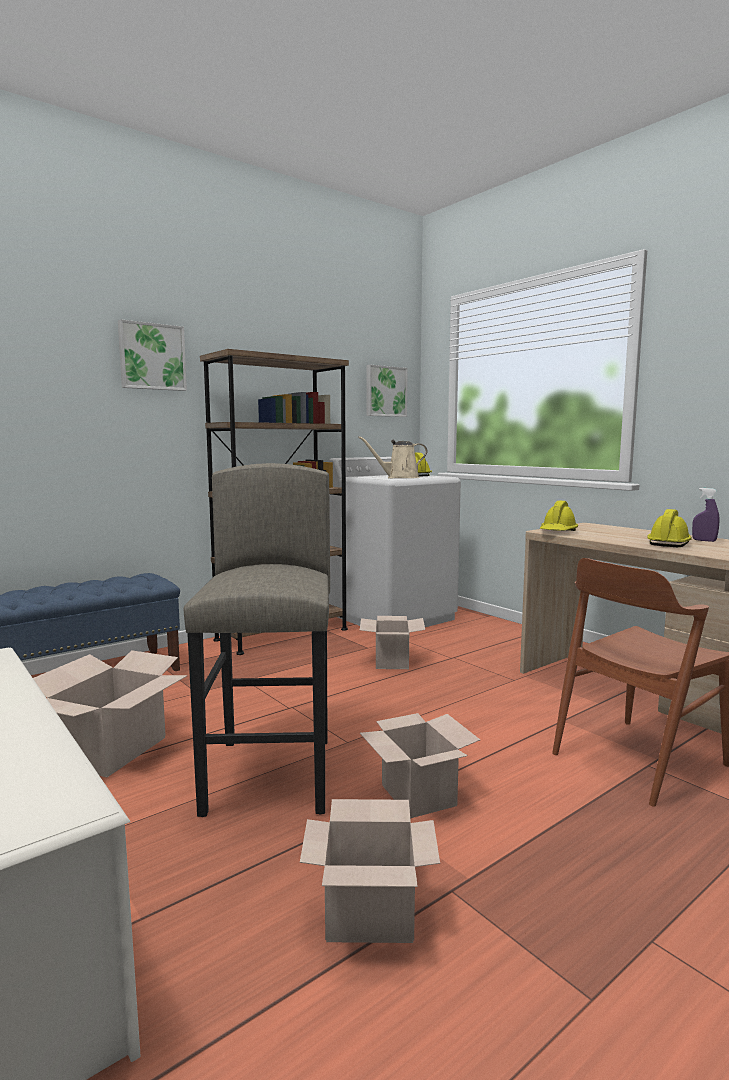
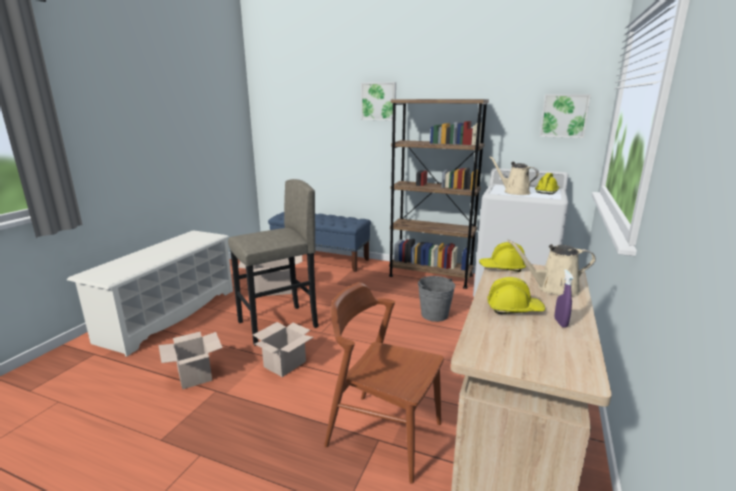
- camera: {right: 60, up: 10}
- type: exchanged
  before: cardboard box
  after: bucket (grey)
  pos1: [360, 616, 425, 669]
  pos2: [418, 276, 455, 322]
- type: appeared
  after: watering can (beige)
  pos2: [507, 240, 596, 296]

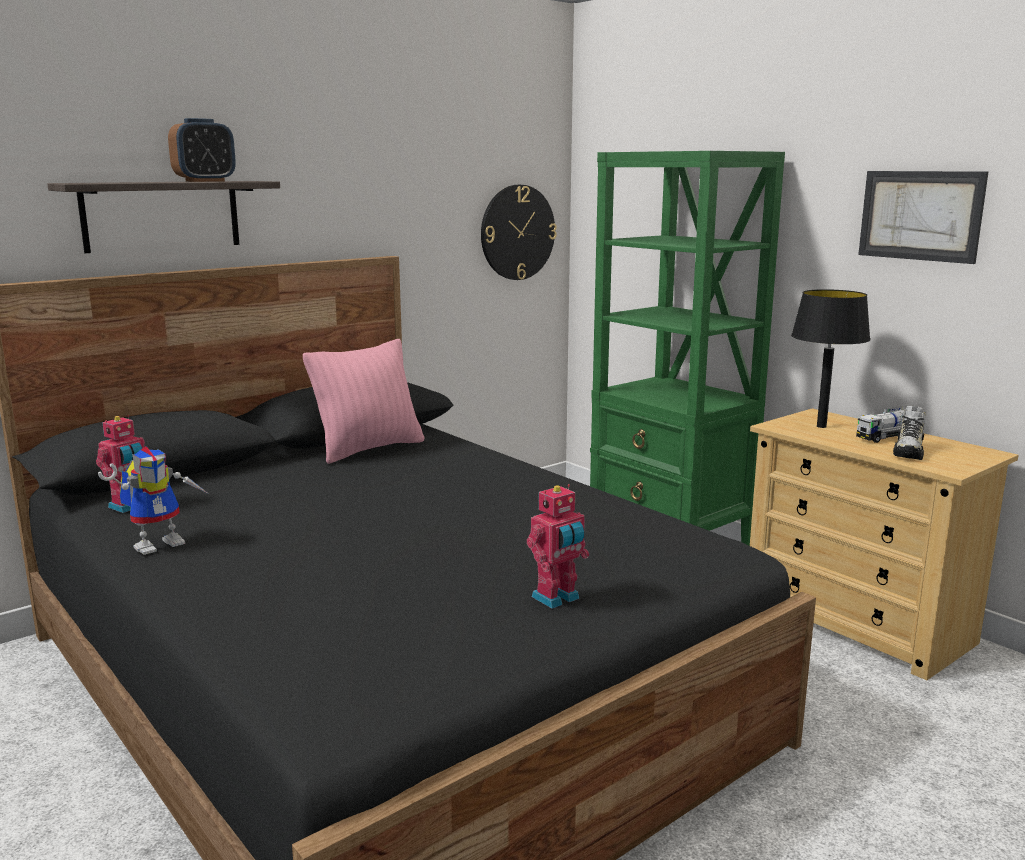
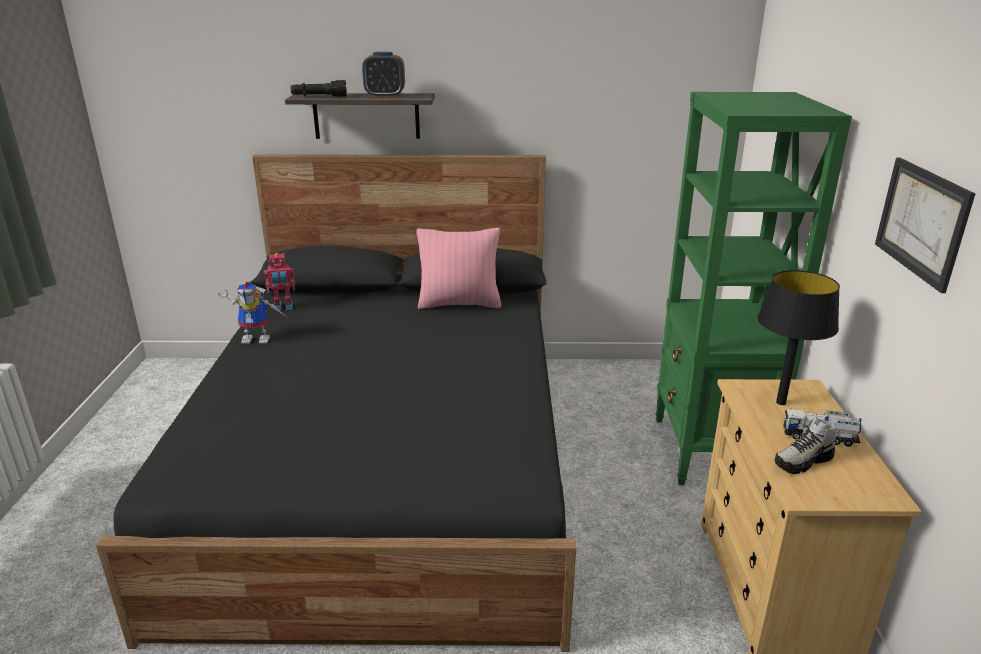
- camera: {right: 40, up: 10}
- type: appeared
  after: flashlight (black)
  pos2: [290, 80, 347, 97]
- type: missing
  before: wall clock
  pos1: [481, 185, 557, 280]
- type: missing
  before: toy robot
  pos1: [527, 484, 589, 609]

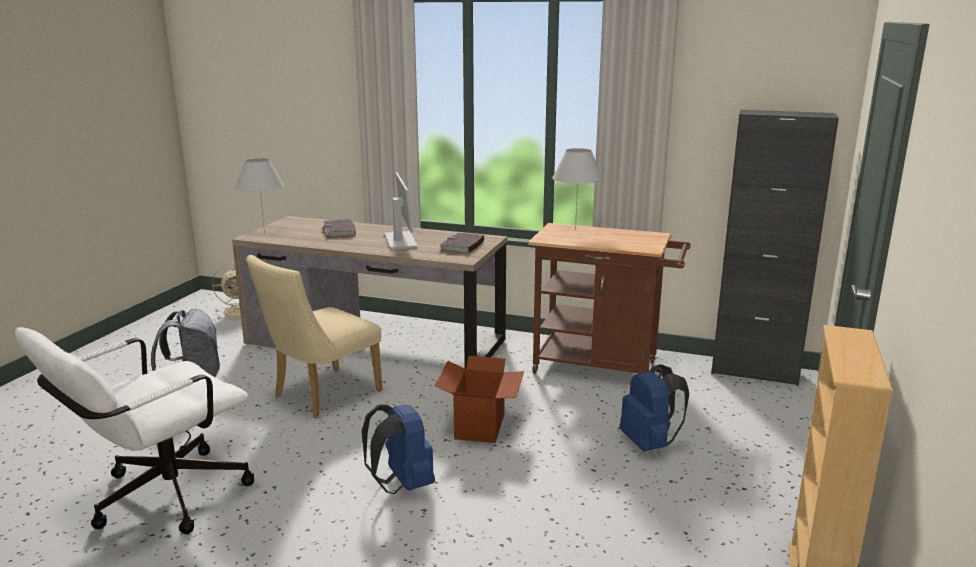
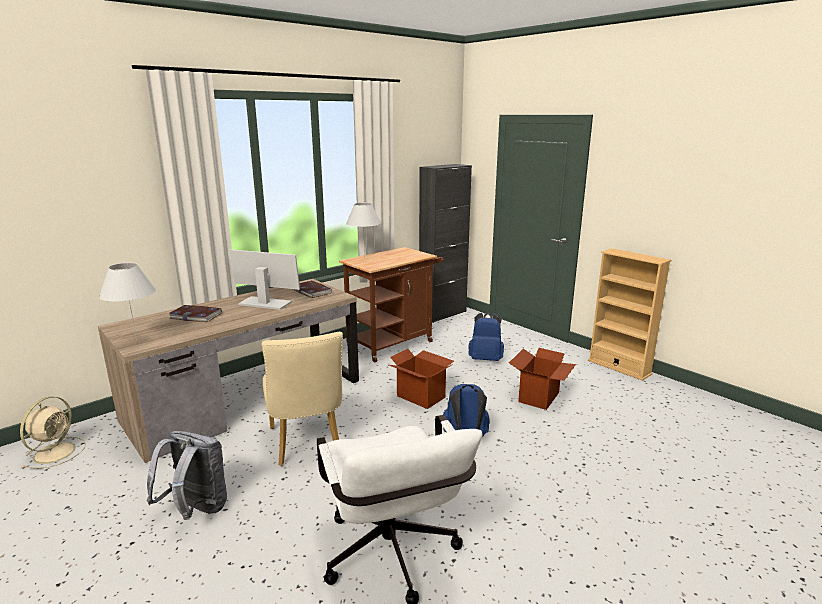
- camera: {right: -60, up: 0}
- type: appeared
  after: cardboard box
  pos2: [509, 348, 576, 410]

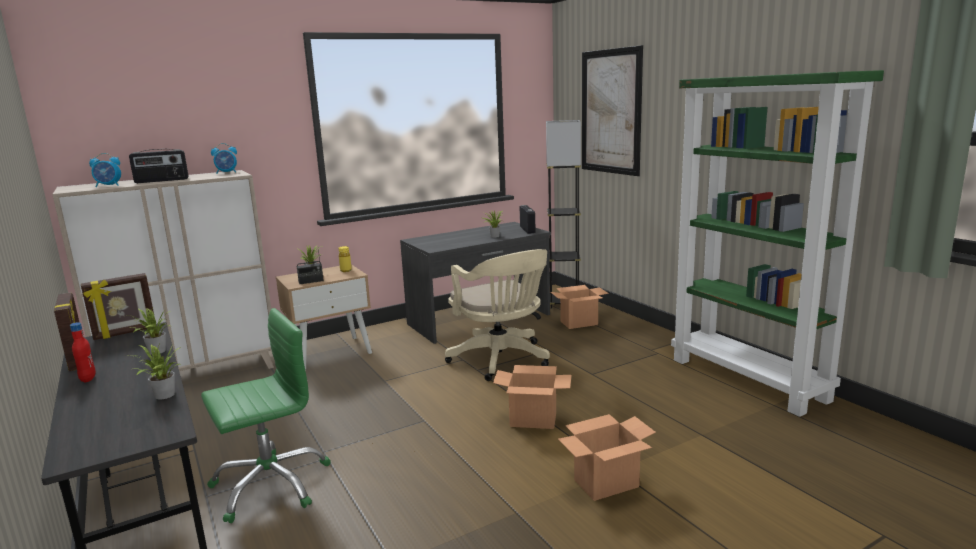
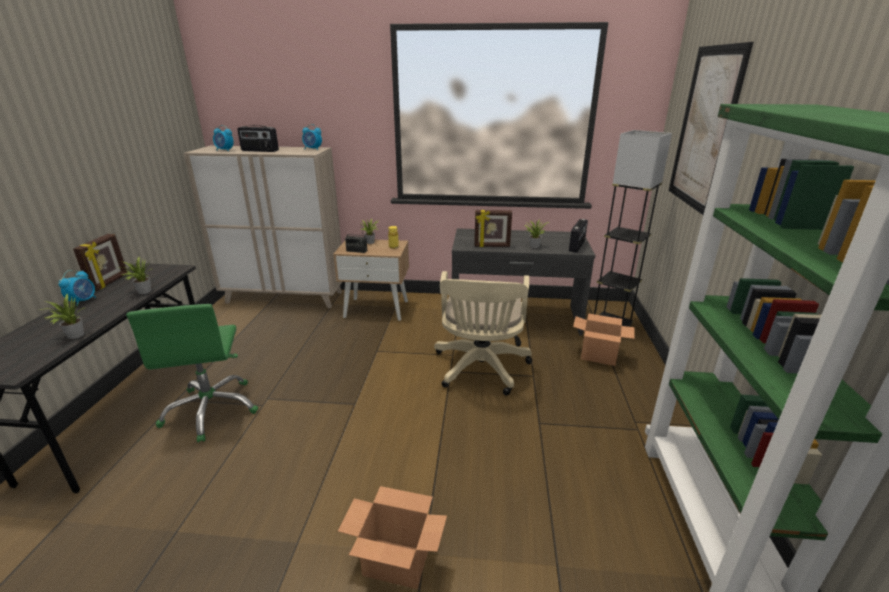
- camera: {right: 35, up: 10}
- type: exchanged
  before: bottle (red)
  after: alarm clock
  pos1: [70, 322, 96, 382]
  pos2: [58, 270, 96, 307]
- type: spun
  before: office chair (green)
  pos1: [201, 308, 331, 523]
  pos2: [126, 304, 258, 442]
  turn: 75
- type: relocated
  before: picture frame
  pos1: [81, 273, 154, 340]
  pos2: [474, 210, 512, 247]
- type: missing
  before: cardboard box
  pos1: [493, 365, 571, 429]

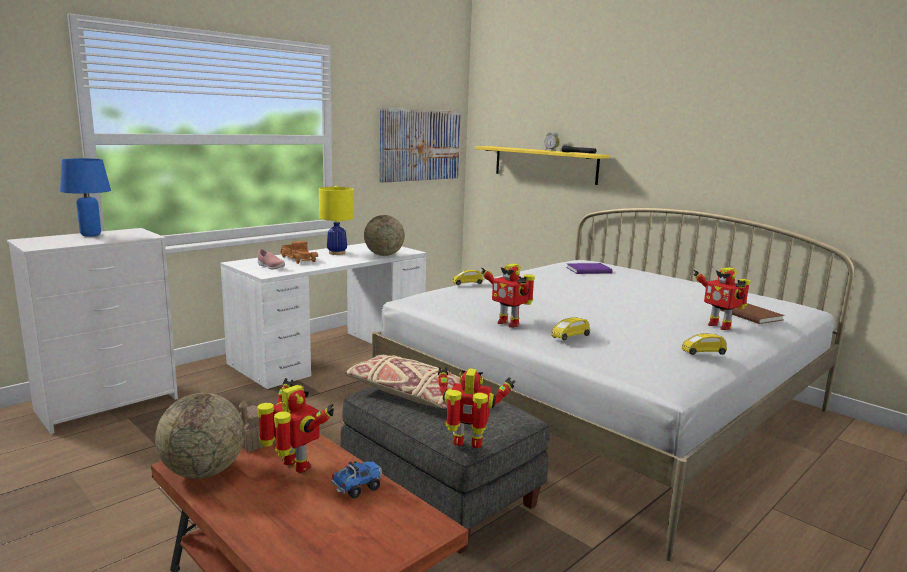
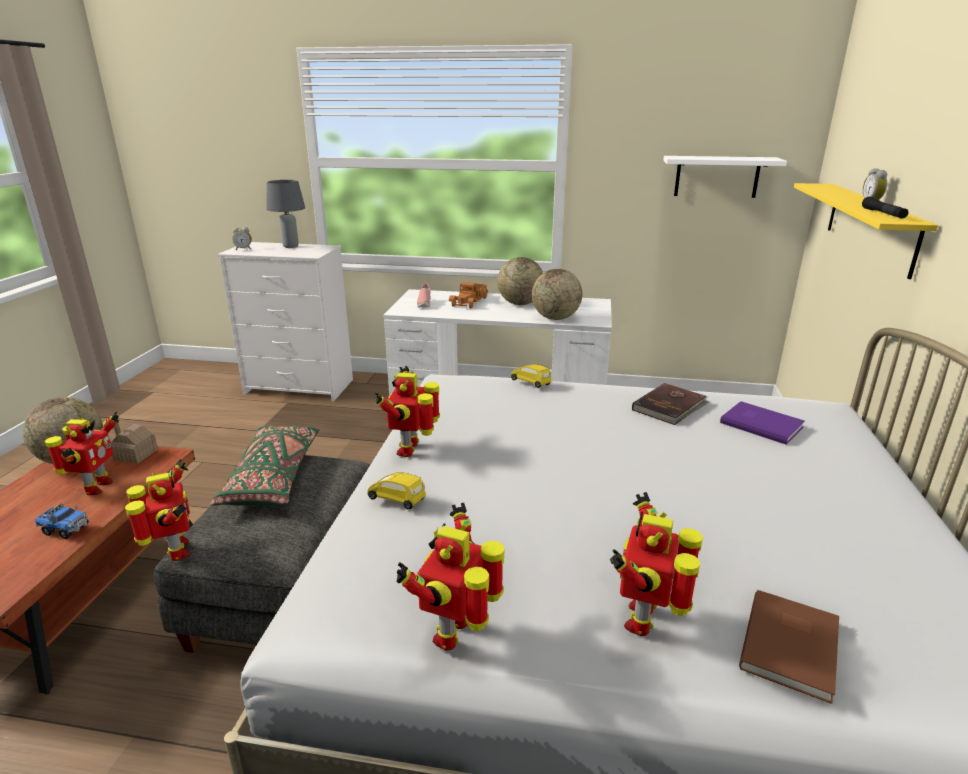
- camera: {right: 55, up: 10}
- type: colour
  before: pillow (beige)
  after: pillow (green)
  pos1: [344, 355, 461, 409]
  pos2: [210, 426, 320, 506]
- type: appeared
  after: alarm clock
  pos2: [232, 227, 252, 250]
- type: colour
  before: table lamp (blue)
  after: table lamp (grey)
  pos1: [60, 158, 111, 237]
  pos2: [266, 180, 305, 248]
- type: exchanged
  before: toy car (yellow)
  after: toy robot
  pos1: [682, 334, 727, 355]
  pos2: [396, 503, 505, 650]
- type: exchanged
  before: table lamp (yellow)
  after: globe
  pos1: [319, 186, 354, 255]
  pos2: [497, 257, 543, 305]
- type: appeared
  after: book (brown)
  pos2: [632, 383, 710, 425]
- type: exchanged
  before: picture
  after: shelf (white)
  pos1: [379, 108, 460, 183]
  pos2: [663, 156, 787, 198]

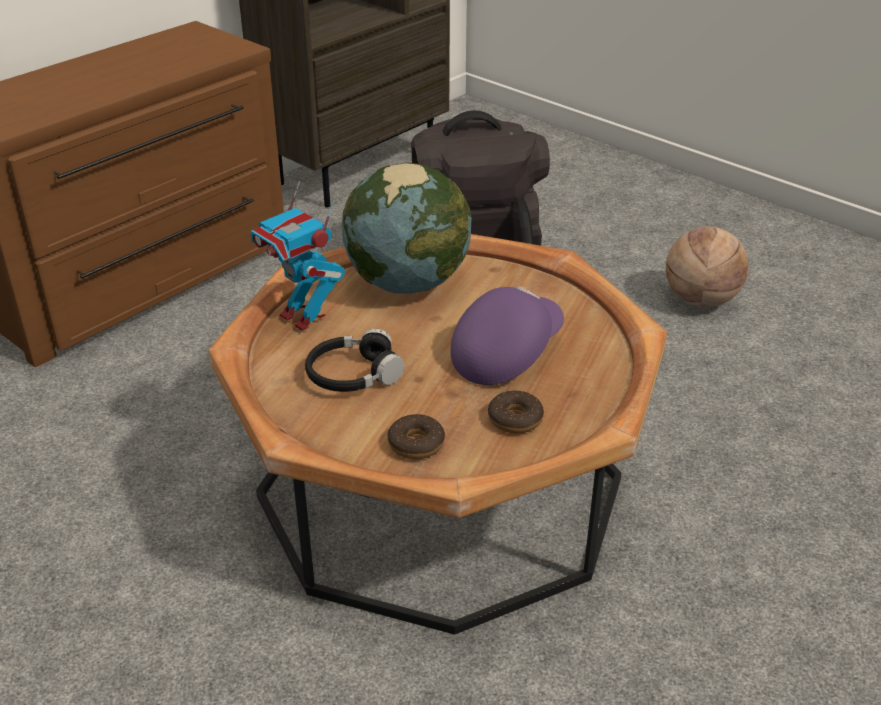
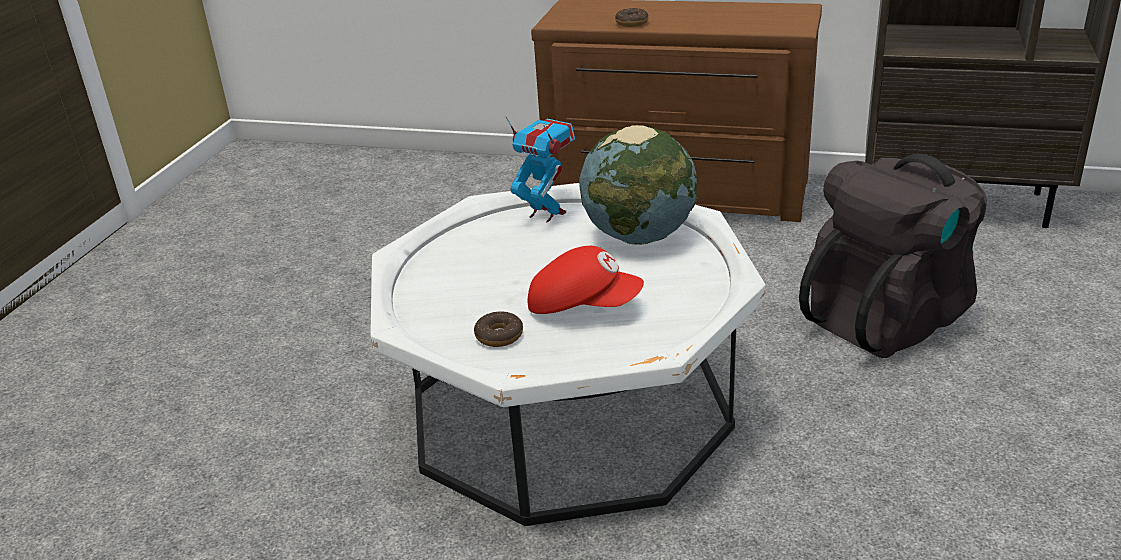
- camera: {right: 65, up: -5}
- type: colour
  before: coffee table (brown)
  after: coffee table (white)
  pos1: [209, 234, 667, 635]
  pos2: [371, 183, 766, 526]
- type: spun
  before: toy robot
  pos1: [251, 181, 345, 331]
  pos2: [506, 117, 575, 222]
  turn: 105
- type: colour
  before: cap (purple)
  after: cap (red)
  pos1: [451, 286, 564, 385]
  pos2: [528, 246, 644, 314]
- type: relocated
  before: donut
  pos1: [387, 414, 445, 459]
  pos2: [615, 8, 649, 27]
- type: missing
  before: headphones (black)
  pos1: [305, 329, 404, 392]
- type: missing
  before: basketball
  pos1: [666, 227, 749, 307]

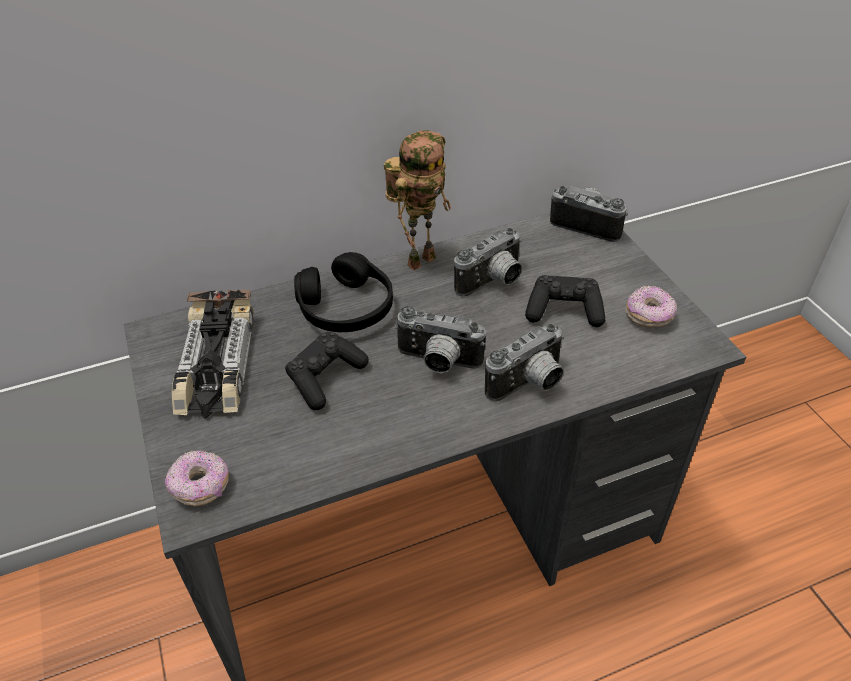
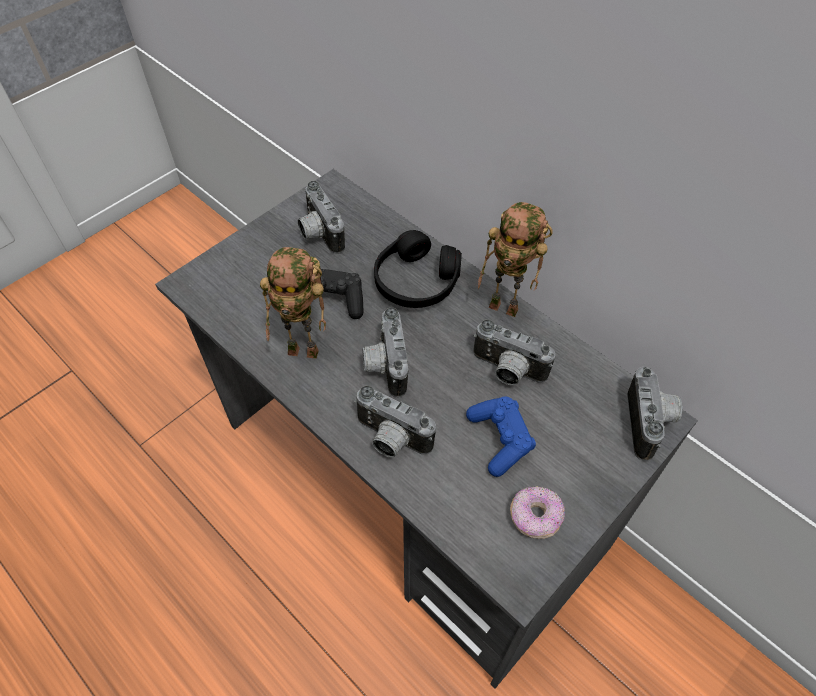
- camera: {right: 65, up: 10}
- type: appeared
  after: toy robot
  pos2: [260, 247, 326, 359]
- type: exchanged
  before: toy car
  after: photo camera
  pos1: [172, 290, 254, 419]
  pos2: [298, 181, 345, 254]
- type: colour
  before: game controller (black)
  after: game controller (blue)
  pos1: [525, 275, 605, 327]
  pos2: [466, 396, 536, 477]
- type: missing
  before: donut
  pos1: [165, 450, 229, 506]

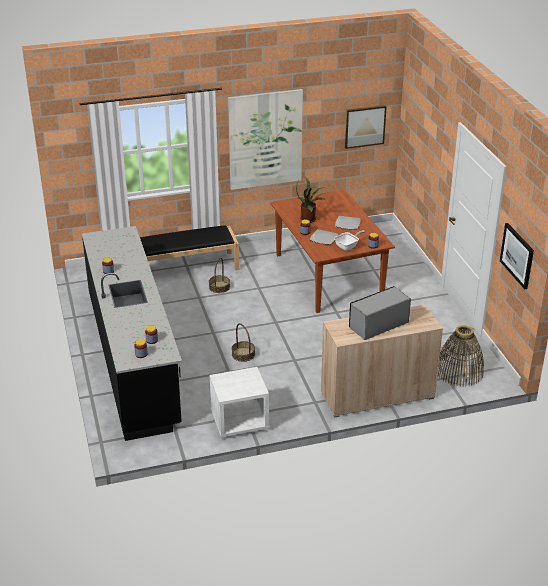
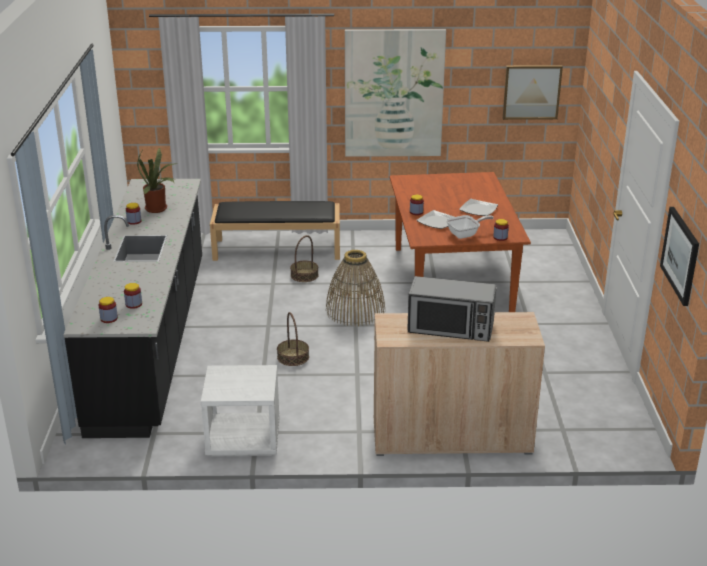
- camera: {right: 15, up: -5}
- type: relocated
  before: potted plant
  pos1: [296, 177, 326, 223]
  pos2: [137, 148, 175, 213]
- type: relocated
  before: basket
  pos1: [438, 325, 484, 387]
  pos2: [326, 250, 385, 326]
- type: spun
  before: microwave
  pos1: [349, 286, 411, 340]
  pos2: [407, 276, 497, 342]
  turn: -150

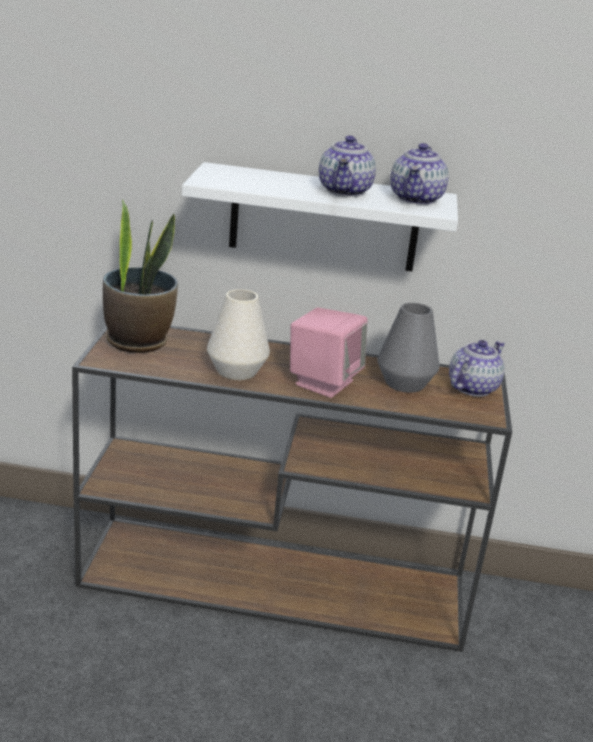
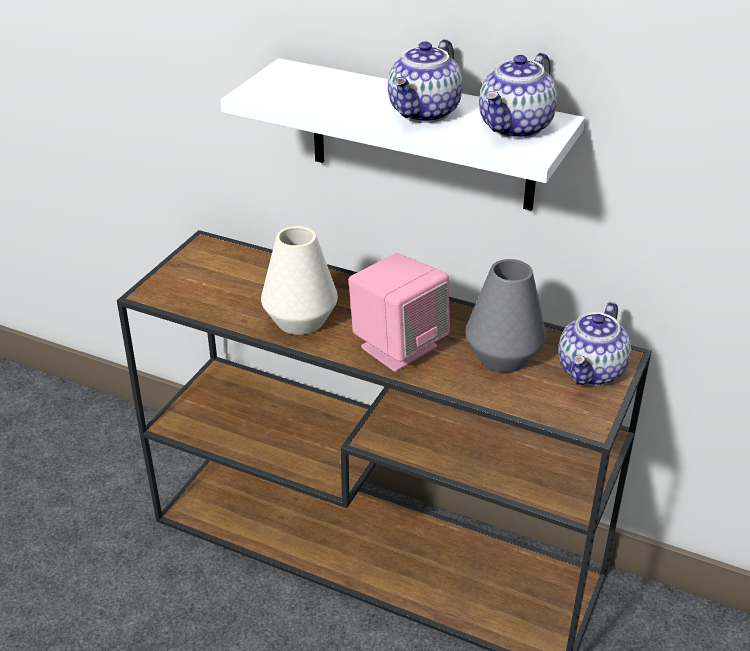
- camera: {right: 20, up: 10}
- type: spun
  before: teapot
  pos1: [449, 340, 505, 397]
  pos2: [558, 302, 631, 386]
  turn: 150
- type: missing
  before: potted plant
  pos1: [103, 200, 178, 353]

